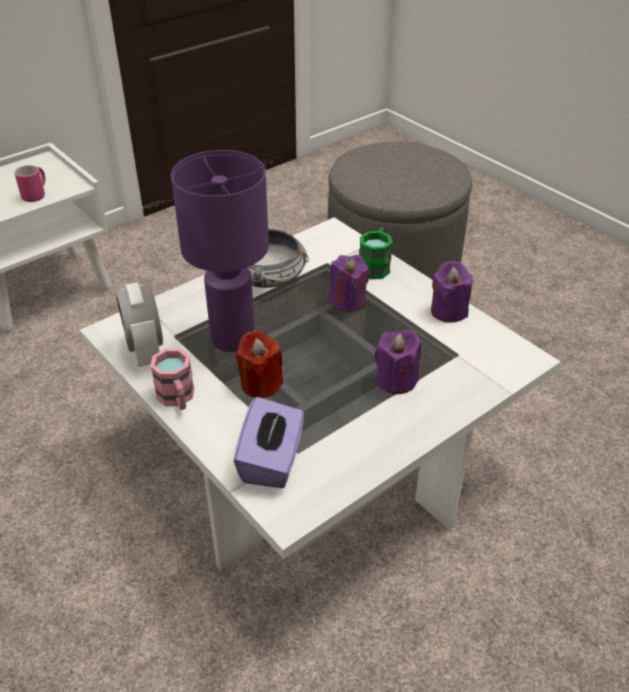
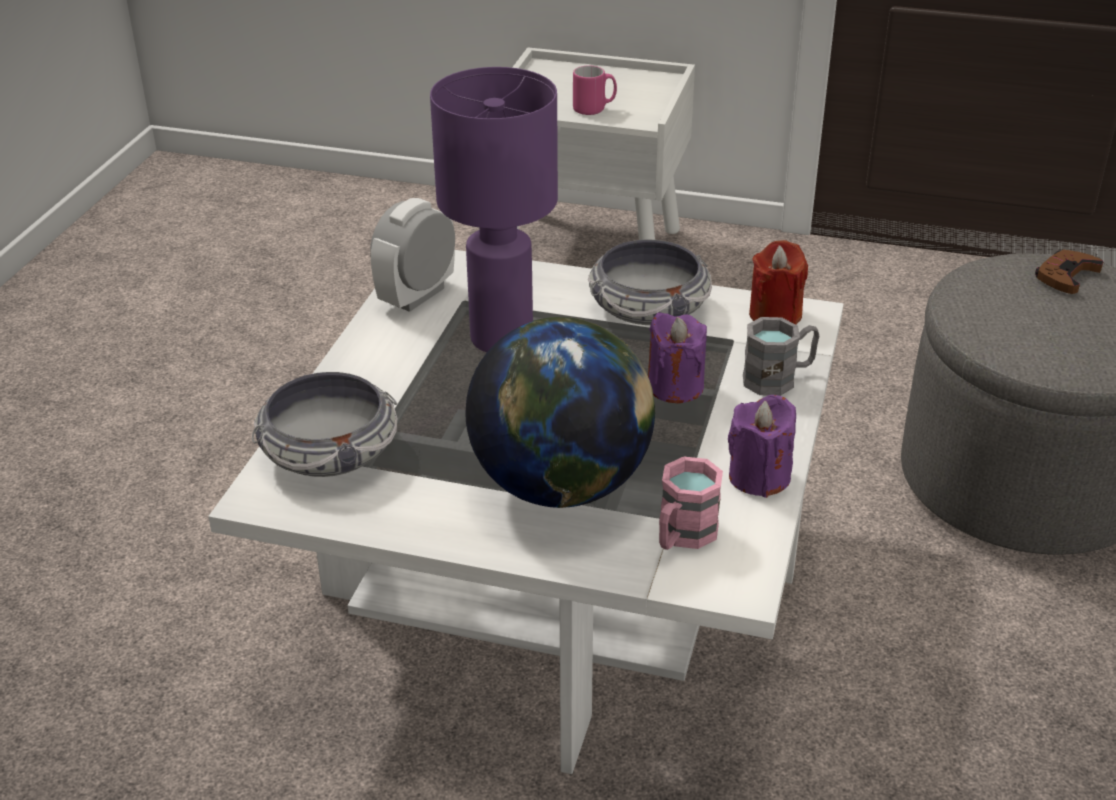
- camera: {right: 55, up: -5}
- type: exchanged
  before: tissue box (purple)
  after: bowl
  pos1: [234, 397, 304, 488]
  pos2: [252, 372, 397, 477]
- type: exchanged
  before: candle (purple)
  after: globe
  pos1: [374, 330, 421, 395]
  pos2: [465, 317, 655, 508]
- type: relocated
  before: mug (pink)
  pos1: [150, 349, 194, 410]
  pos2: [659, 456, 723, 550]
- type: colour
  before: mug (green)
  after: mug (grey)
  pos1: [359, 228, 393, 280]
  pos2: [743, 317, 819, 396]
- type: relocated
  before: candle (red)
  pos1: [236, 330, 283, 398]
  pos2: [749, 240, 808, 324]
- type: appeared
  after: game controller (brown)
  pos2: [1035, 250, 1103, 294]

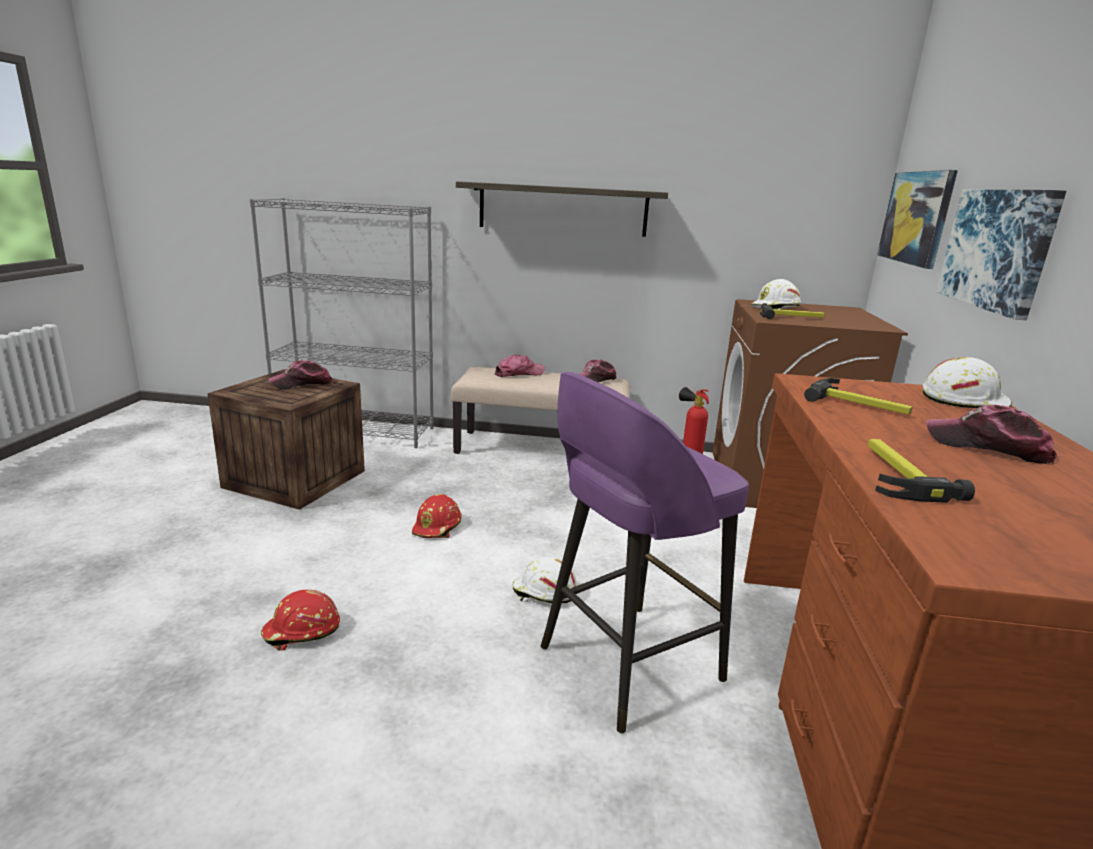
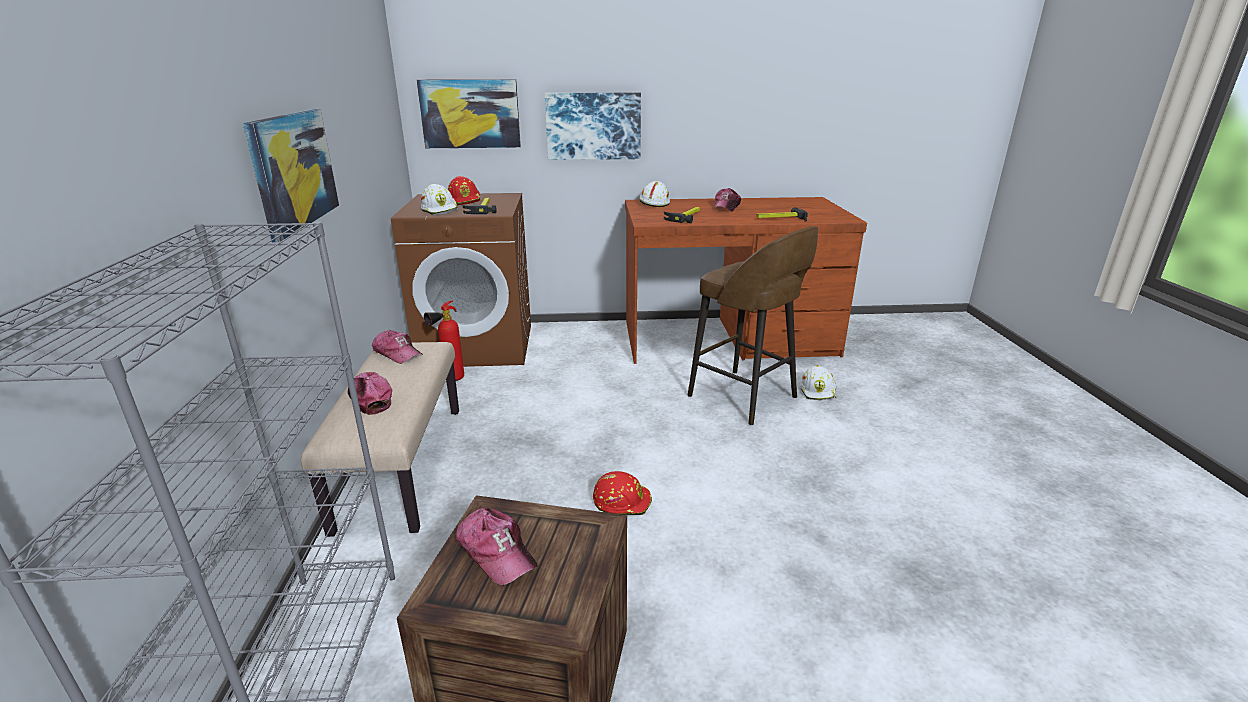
- camera: {right: -100, up: 5}
- type: exchanged
  before: shelf
  after: picture
  pos1: [456, 181, 668, 237]
  pos2: [243, 109, 339, 242]
- type: relocated
  before: hard hat (red)
  pos1: [261, 590, 340, 651]
  pos2: [448, 176, 482, 205]
- type: colour
  before: stool (purple)
  after: stool (brown)
  pos1: [541, 372, 749, 733]
  pos2: [688, 226, 818, 425]
- type: relocated
  before: hard hat (white)
  pos1: [513, 556, 577, 603]
  pos2: [800, 365, 836, 400]

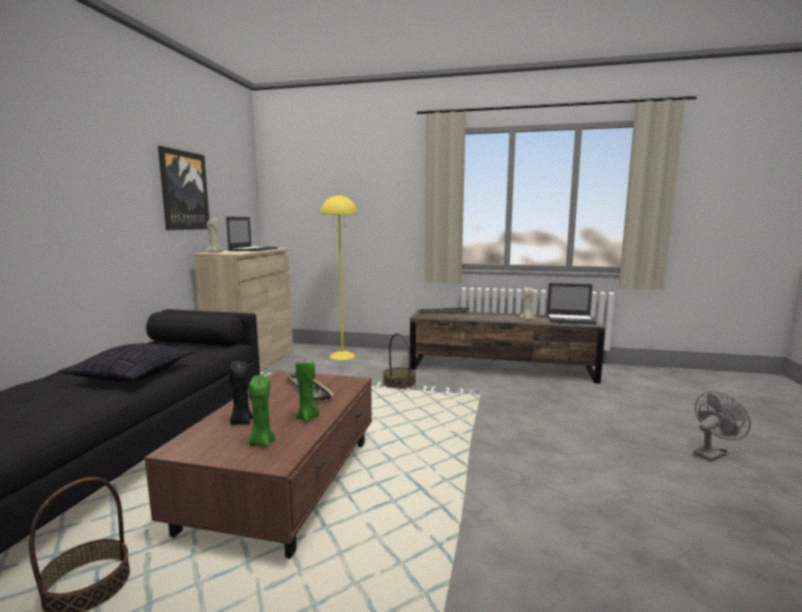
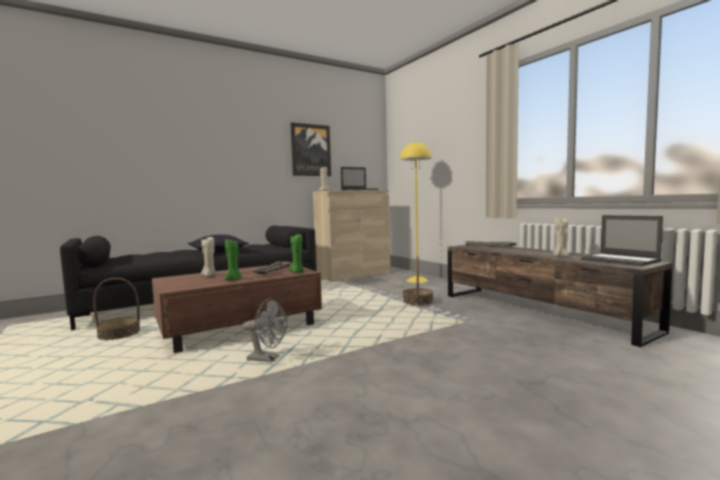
- camera: {right: 45, up: -5}
- type: colour
  before: candle (black)
  after: candle (beige)
  pos1: [229, 361, 253, 425]
  pos2: [201, 237, 217, 276]
- type: relocated
  before: fan (grey)
  pos1: [693, 392, 751, 462]
  pos2: [243, 298, 287, 363]
- type: relocated
  before: candle (green)
  pos1: [248, 375, 275, 447]
  pos2: [289, 234, 304, 273]

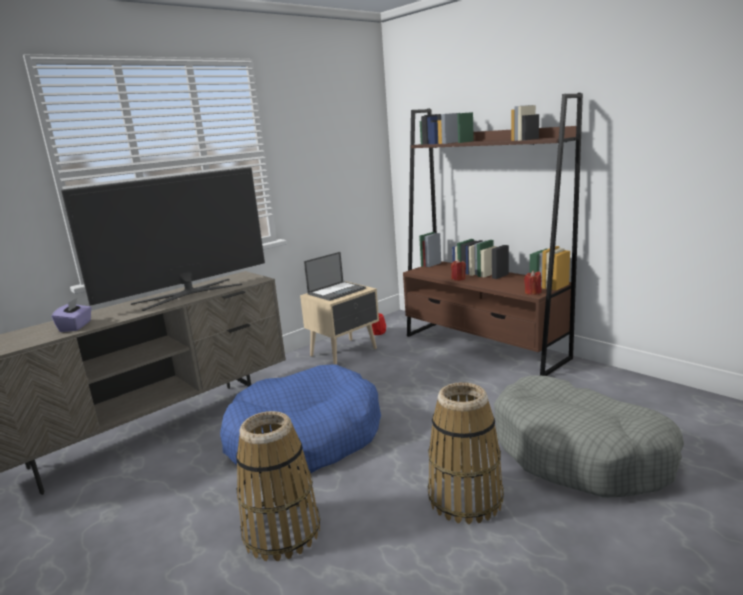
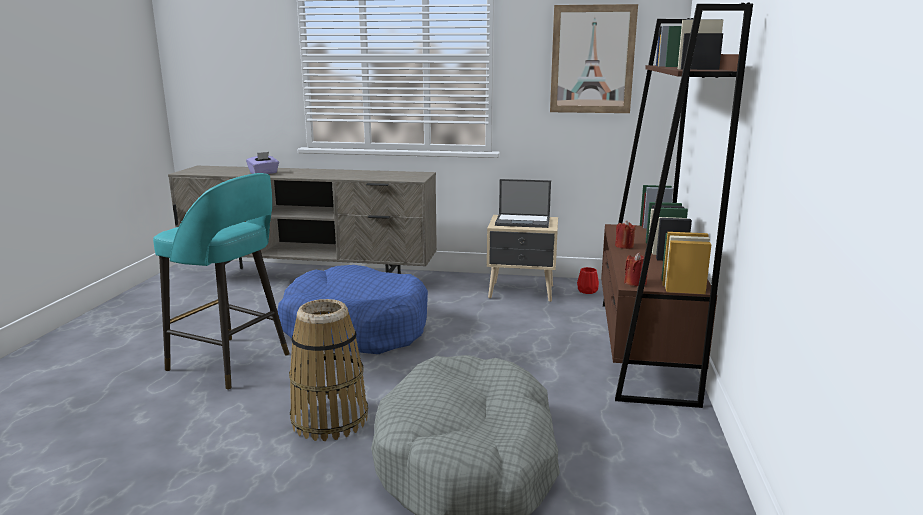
- camera: {right: 50, up: 0}
- type: exchanged
  before: basket
  after: stool (turquoise)
  pos1: [236, 411, 320, 561]
  pos2: [153, 173, 290, 390]
- type: appeared
  after: picture
  pos2: [550, 4, 638, 113]
- type: missing
  before: television
  pos1: [61, 167, 265, 311]

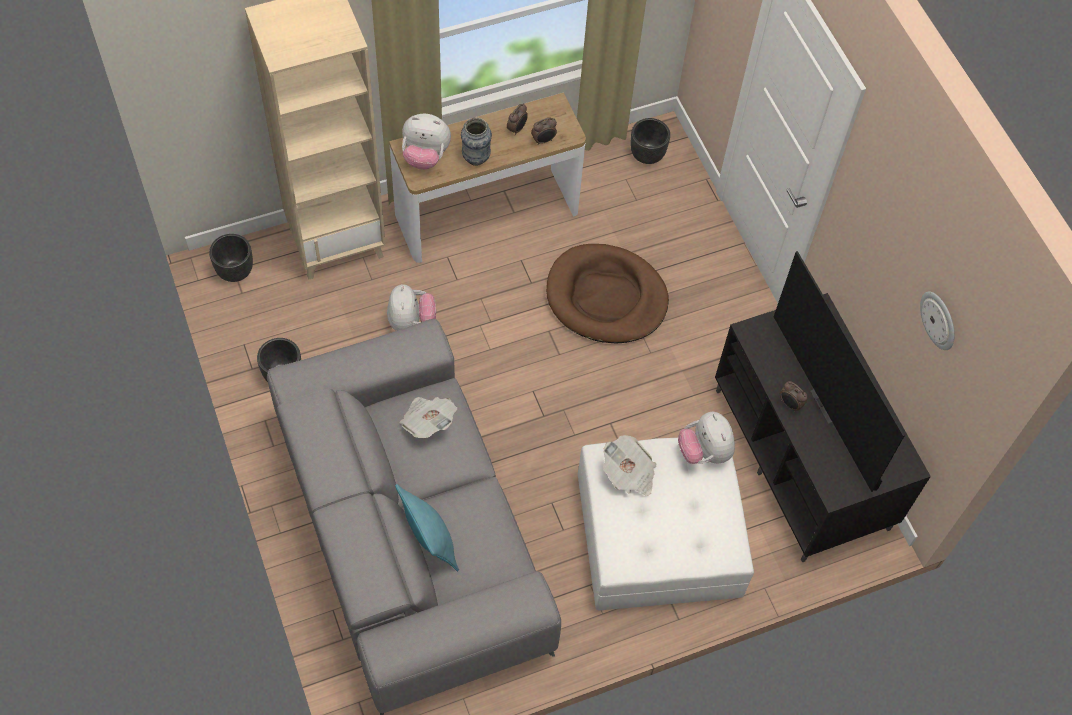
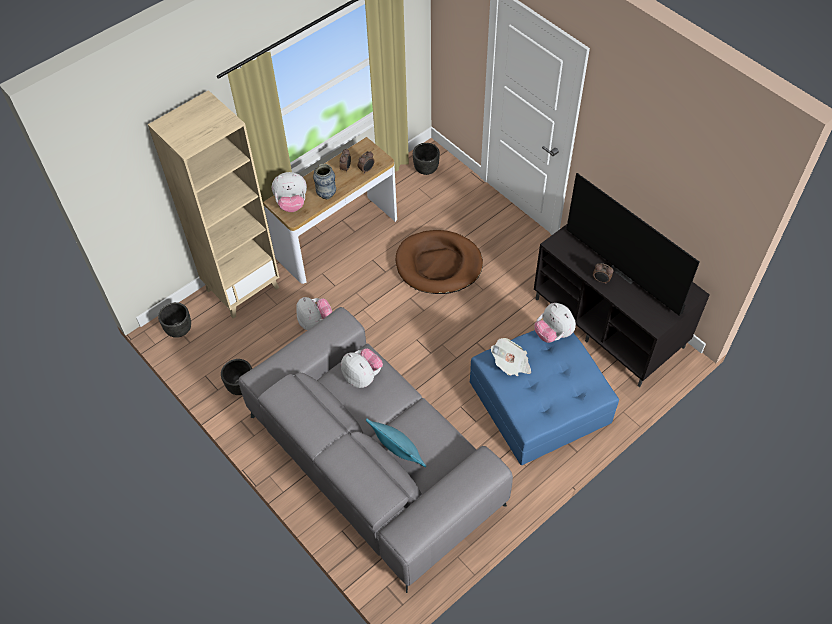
- camera: {right: -15, up: -5}
- type: exchanged
  before: newspaper
  after: plush toy
  pos1: [399, 397, 457, 438]
  pos2: [341, 348, 383, 388]
- type: colour
  before: ottoman (white)
  after: ottoman (blue)
  pos1: [578, 438, 754, 610]
  pos2: [470, 330, 619, 465]
- type: missing
  before: wall clock
  pos1: [920, 292, 955, 350]

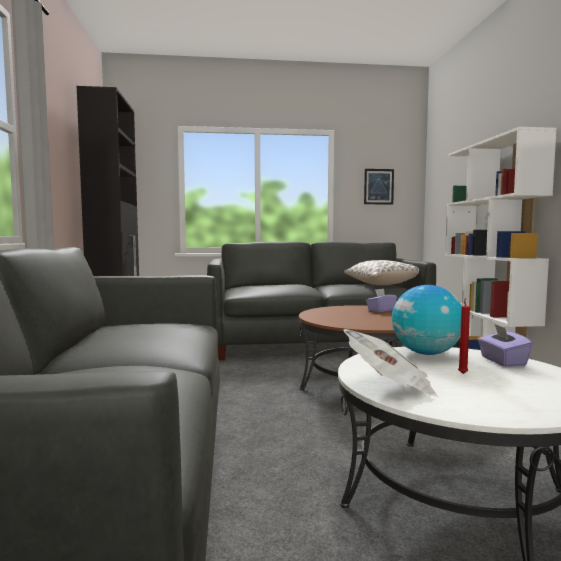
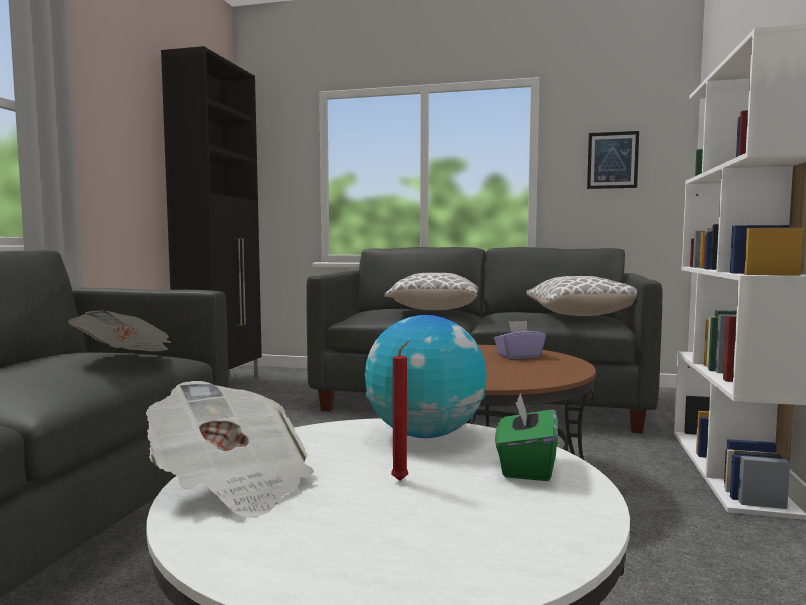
- camera: {right: 20, up: 0}
- type: appeared
  after: newspaper
  pos2: [68, 311, 172, 351]
- type: appeared
  after: pillow
  pos2: [385, 273, 479, 310]
- type: colour
  before: tissue box (purple)
  after: tissue box (green)
  pos1: [478, 324, 533, 367]
  pos2: [495, 393, 558, 481]

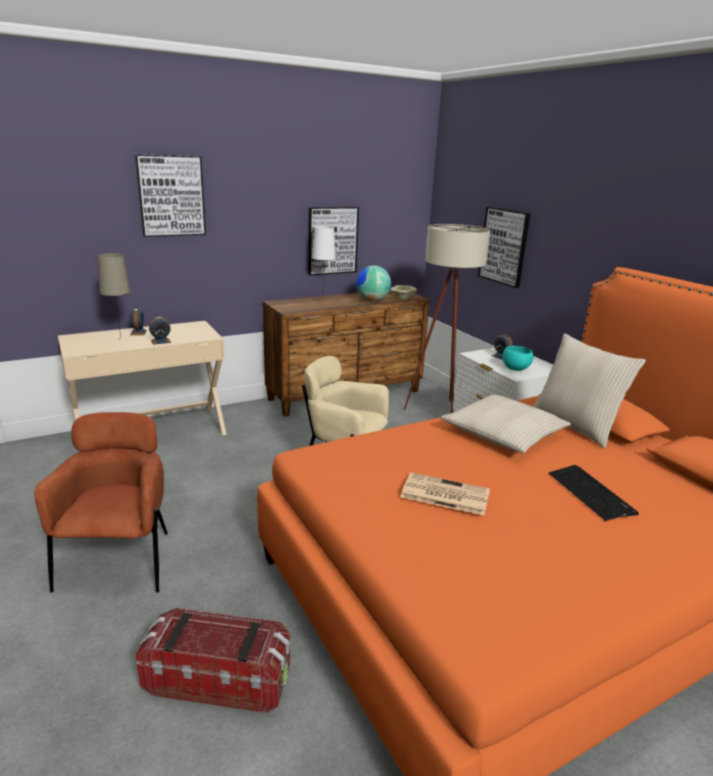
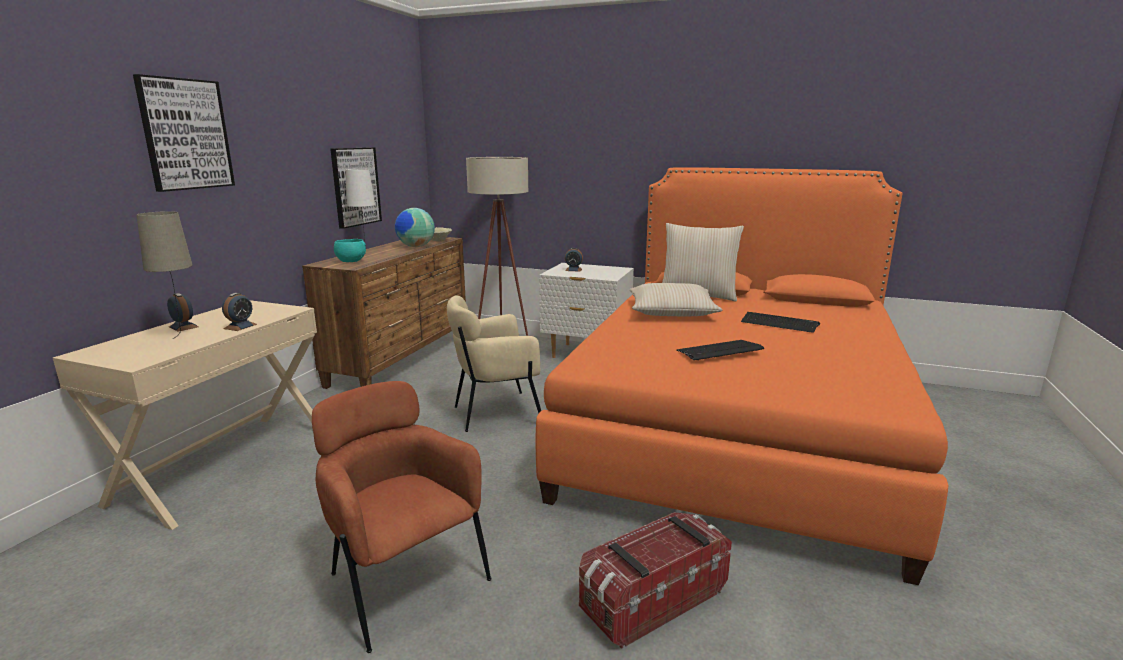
- camera: {right: -40, up: -5}
- type: relocated
  before: bowl (turquoise)
  pos1: [502, 346, 533, 371]
  pos2: [334, 239, 366, 262]
- type: exchanged
  before: newspaper
  after: keyboard
  pos1: [401, 473, 490, 515]
  pos2: [676, 340, 764, 360]
- type: missing
  before: picture
  pos1: [478, 207, 530, 288]

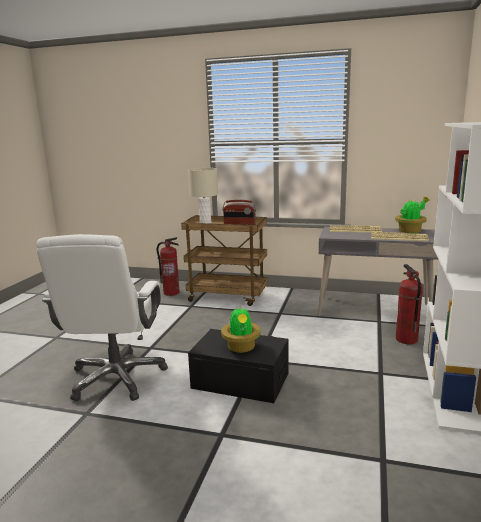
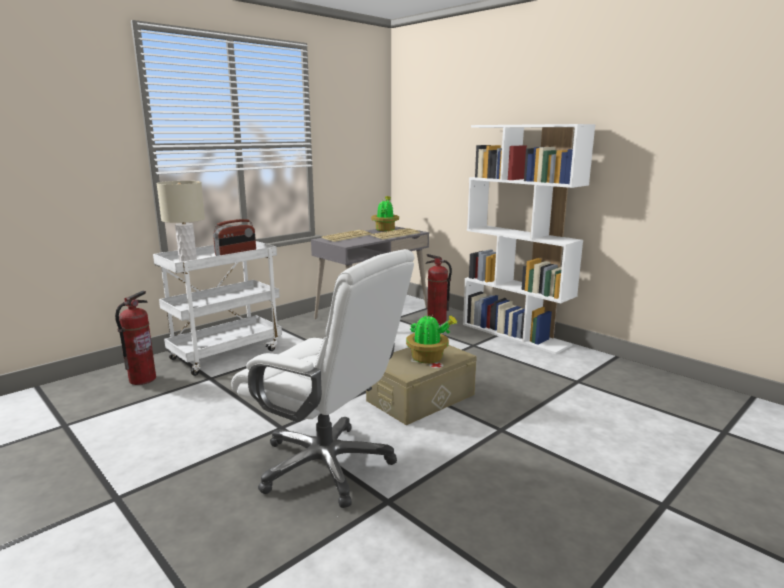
- camera: {right: -60, up: 0}
- type: colour
  before: cart (brown)
  after: cart (white)
  pos1: [181, 215, 268, 306]
  pos2: [153, 241, 282, 376]
- type: colour
  before: storage box (black)
  after: storage box (beige)
  pos1: [188, 329, 289, 403]
  pos2: [366, 345, 477, 425]

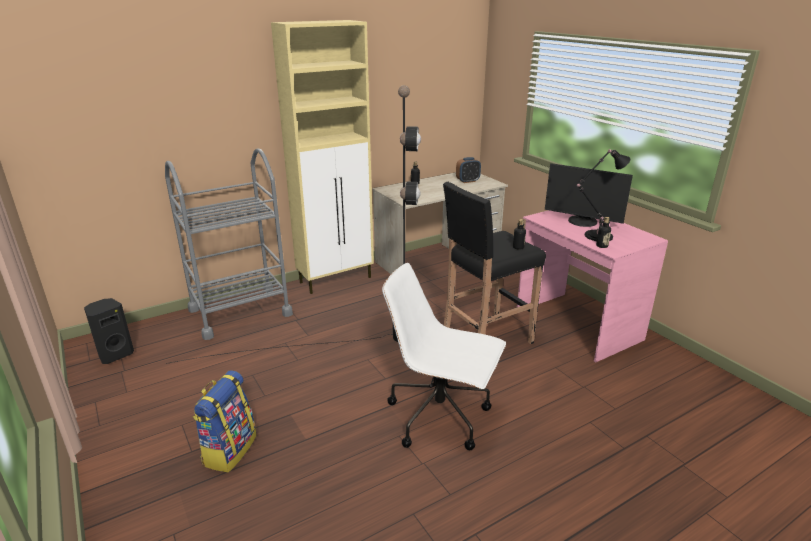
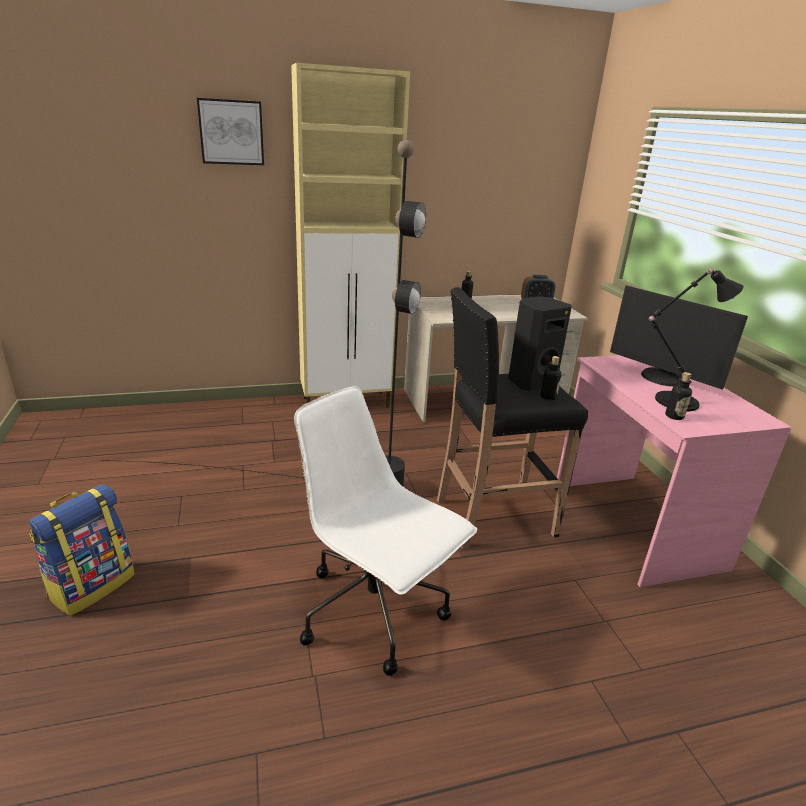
- camera: {right: 15, up: 0}
- type: appeared
  after: picture
  pos2: [197, 98, 264, 165]
- type: relocated
  before: speaker (black)
  pos1: [84, 298, 134, 364]
  pos2: [508, 296, 572, 391]
- type: missing
  before: cart (grey)
  pos1: [165, 148, 293, 340]

